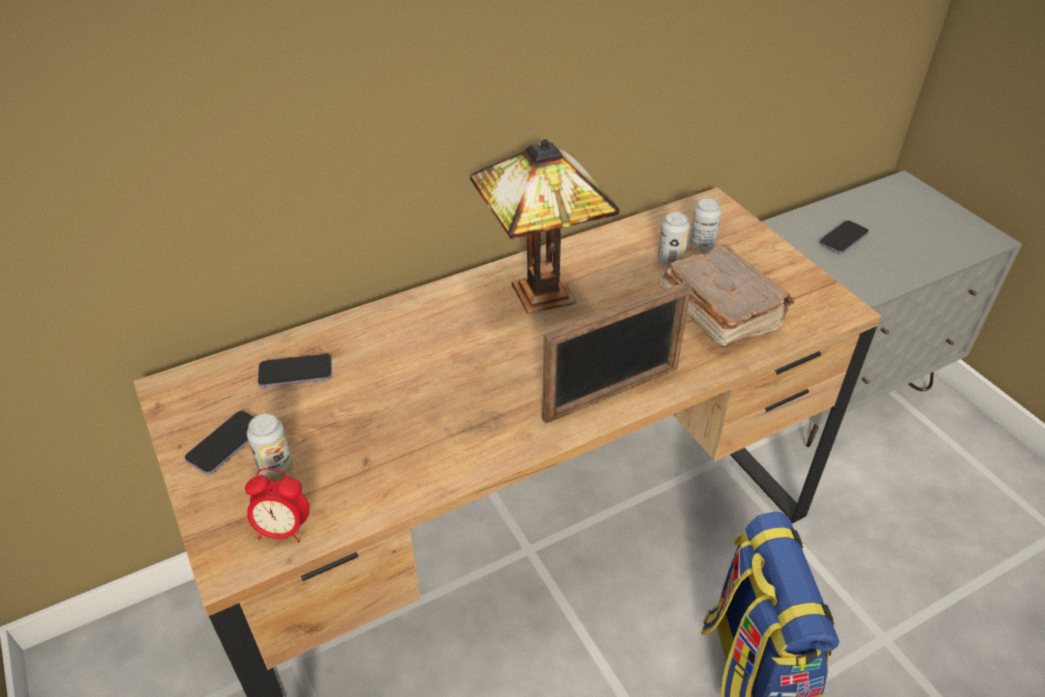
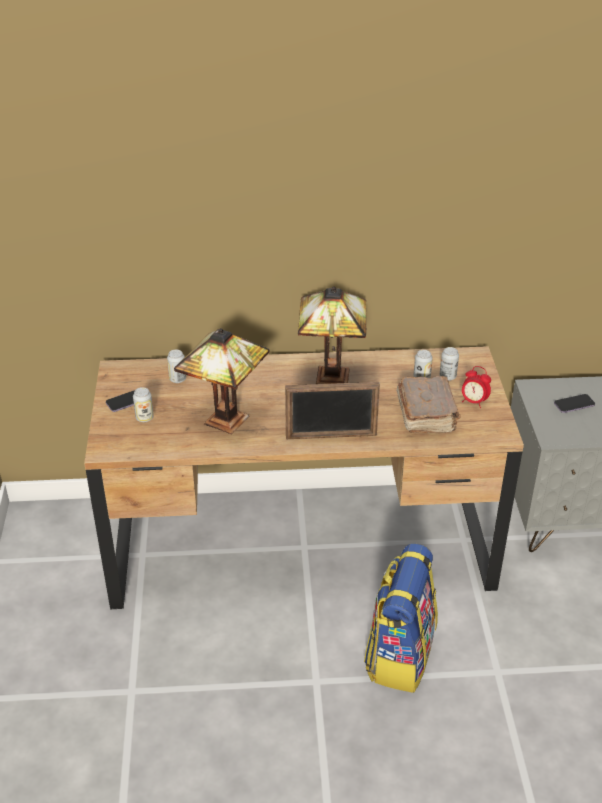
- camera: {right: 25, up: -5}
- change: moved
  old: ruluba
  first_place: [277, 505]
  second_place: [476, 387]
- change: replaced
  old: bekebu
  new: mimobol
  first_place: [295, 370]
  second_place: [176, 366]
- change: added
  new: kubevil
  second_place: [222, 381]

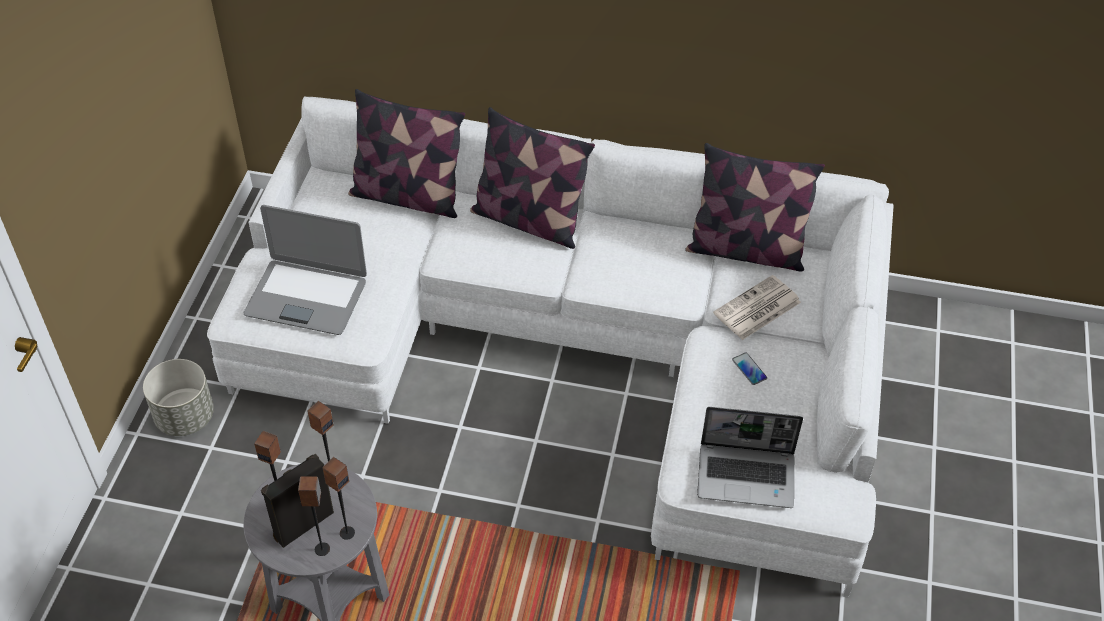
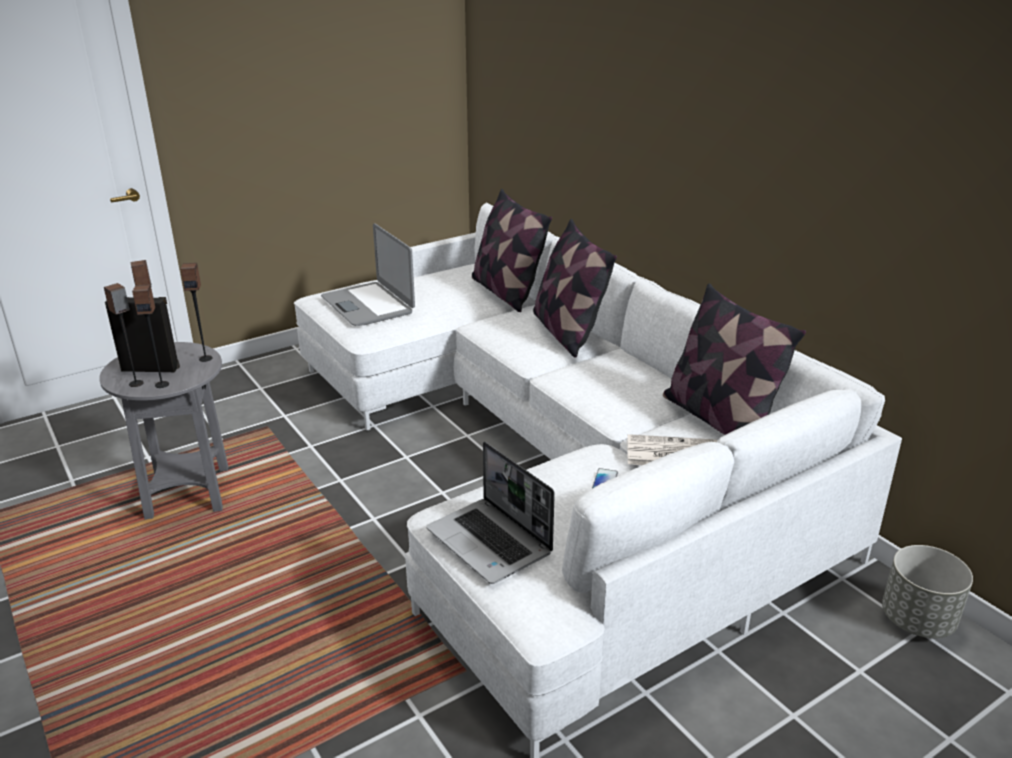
- camera: {right: 45, up: -20}
- change: moved
  old: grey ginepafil
  first_place: [178, 397]
  second_place: [927, 591]

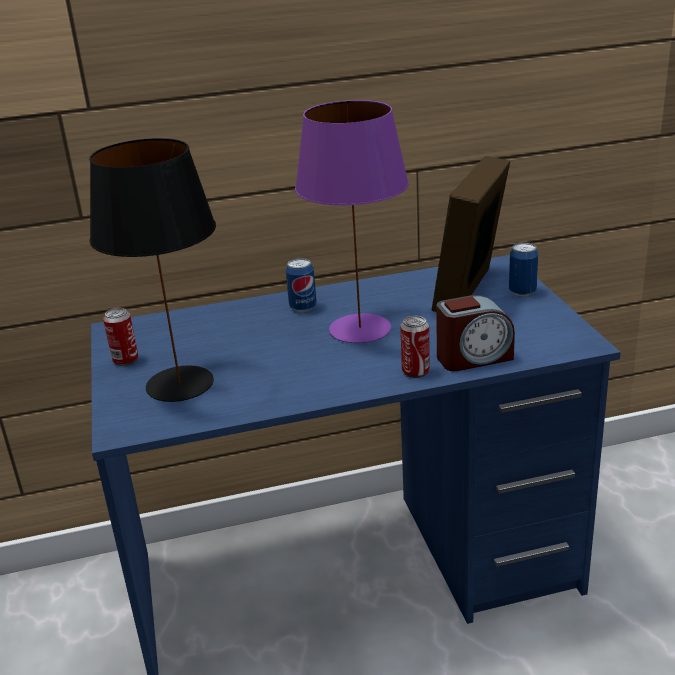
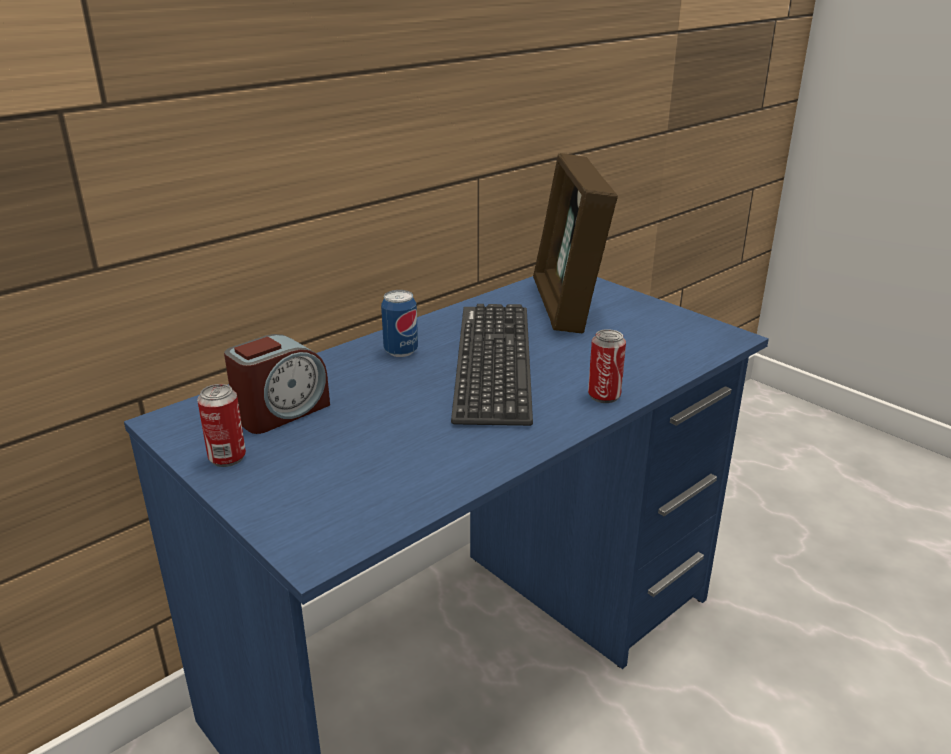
- camera: {right: -30, up: 0}
- change: removed
  old: black kubevil
  first_place: [152, 270]
- change: replaced
  old: purple kubevil
  new: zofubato
  first_place: [352, 221]
  second_place: [492, 365]
- change: moved
  old: ruluba
  first_place: [475, 333]
  second_place: [277, 384]
- change: removed
  old: mimobol
  first_place: [523, 269]

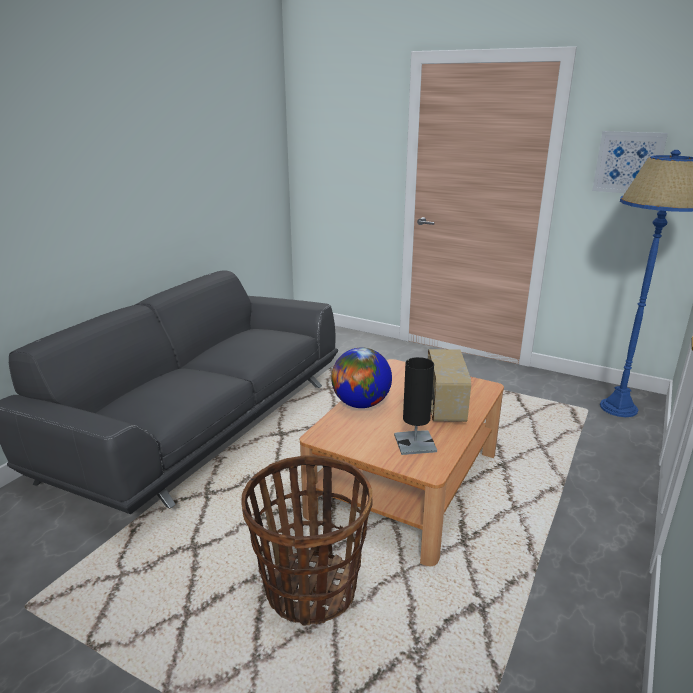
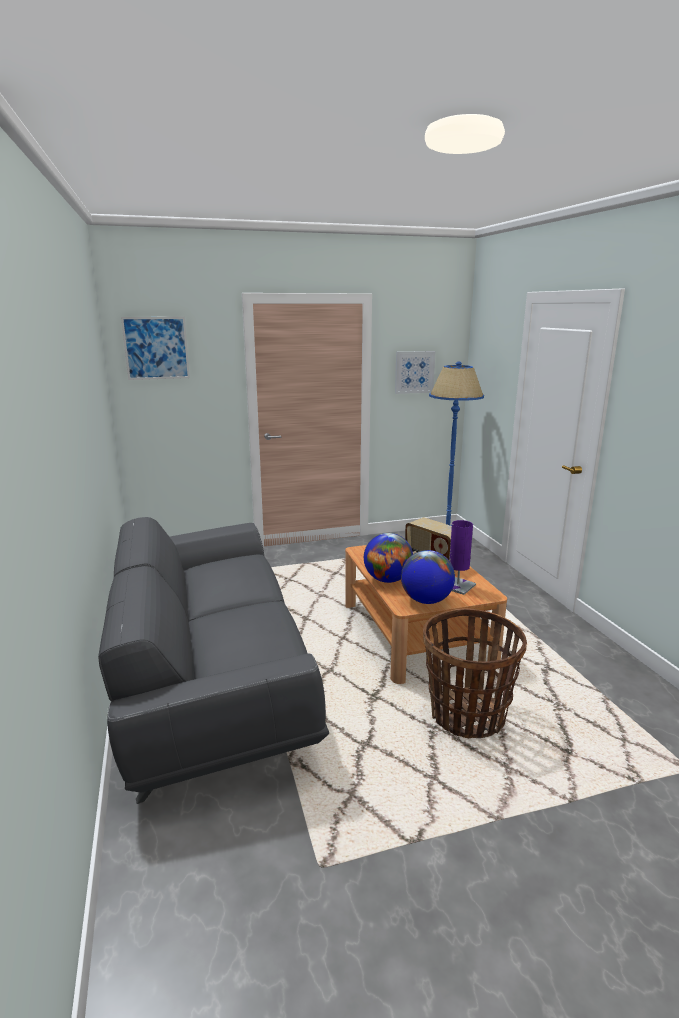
- camera: {right: -45, up: -5}
- change: recoloured
  old: black kubevil
  new: purple kubevil
  first_place: [415, 406]
  second_place: [462, 557]
- change: added
  new: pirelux
  second_place: [155, 348]
- change: added
  new: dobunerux
  second_place: [428, 577]

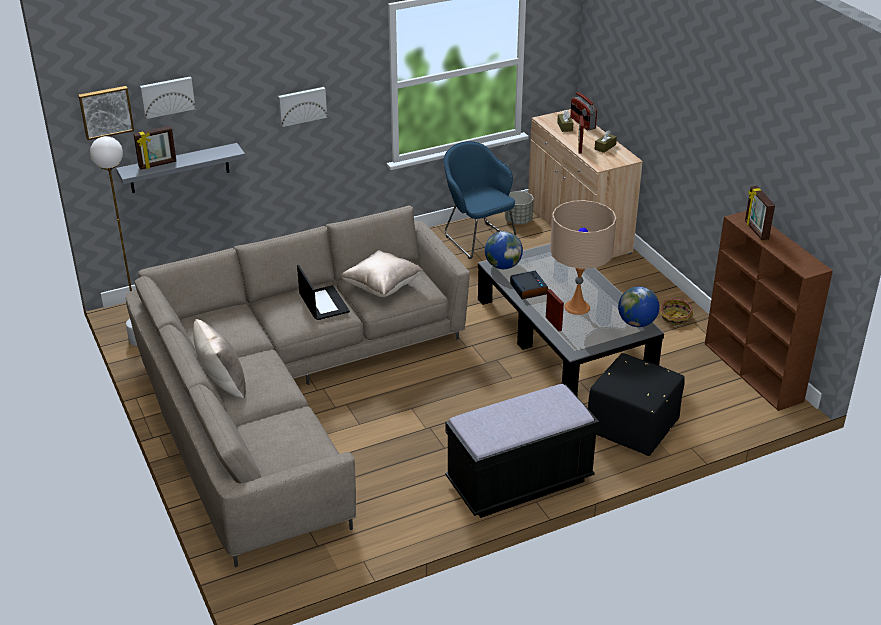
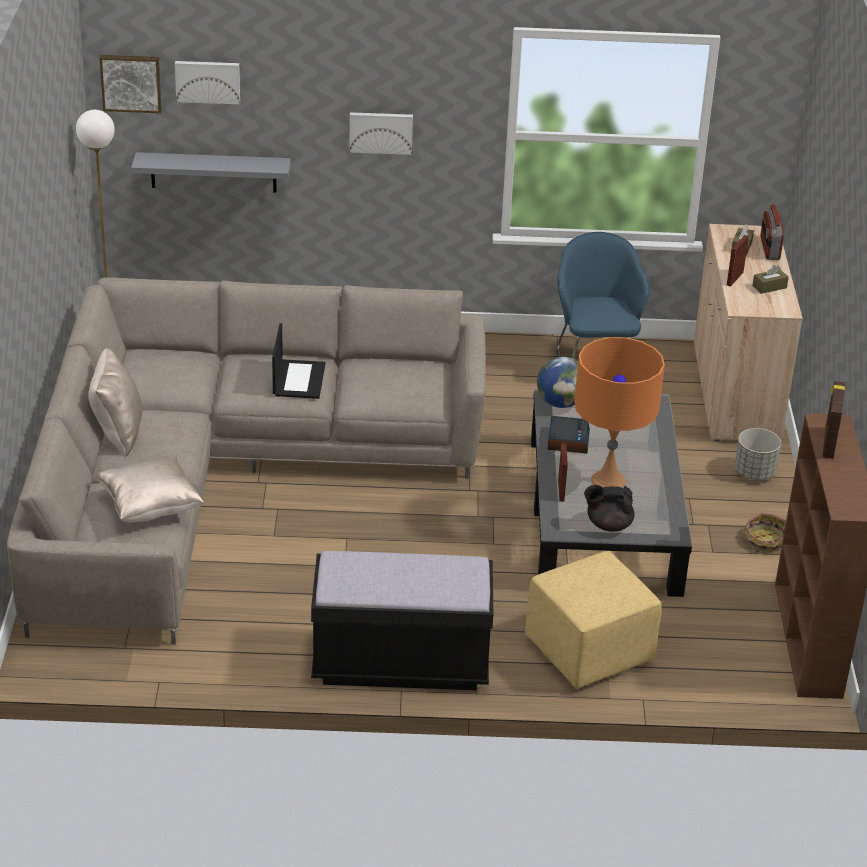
- camera: {right: 25, up: 0}
- change: removed
  old: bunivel
  first_place: [154, 147]
- change: moved
  old: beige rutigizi
  first_place: [382, 273]
  second_place: [150, 489]
- change: moved
  old: grey ginepafil
  first_place: [519, 207]
  second_place: [757, 454]
- change: recoloured
  old: beige kubevil
  new: orange kubevil
  first_place: [583, 257]
  second_place: [620, 412]
- change: recoloured
  old: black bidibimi
  new: yellow bidibimi
  first_place: [636, 404]
  second_place: [593, 619]
- change: removed
  old: dobunerux
  first_place: [639, 306]
- change: added
  new: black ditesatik
  second_place: [609, 508]

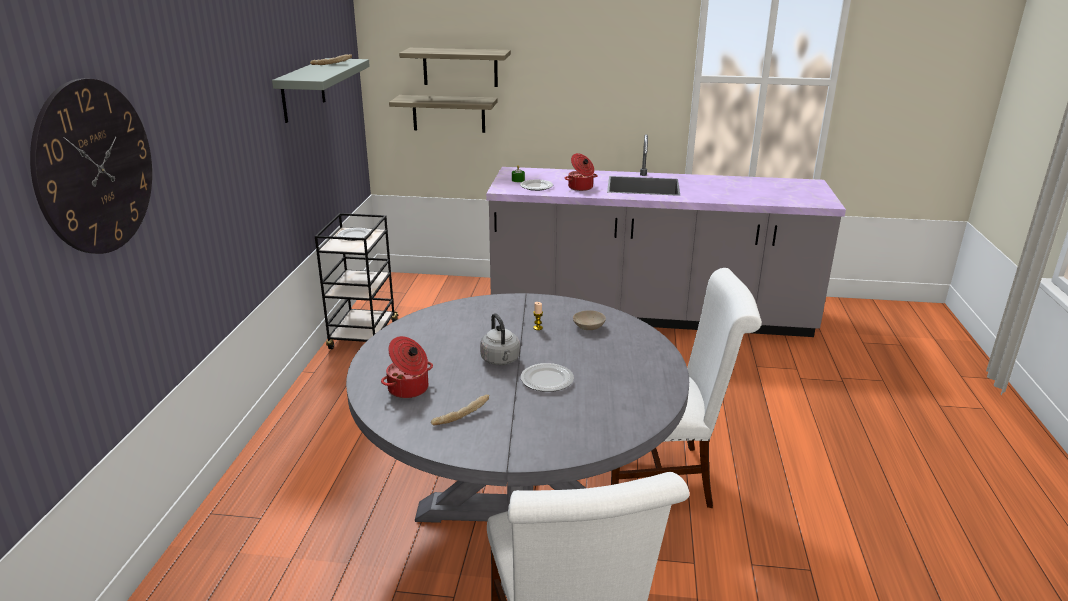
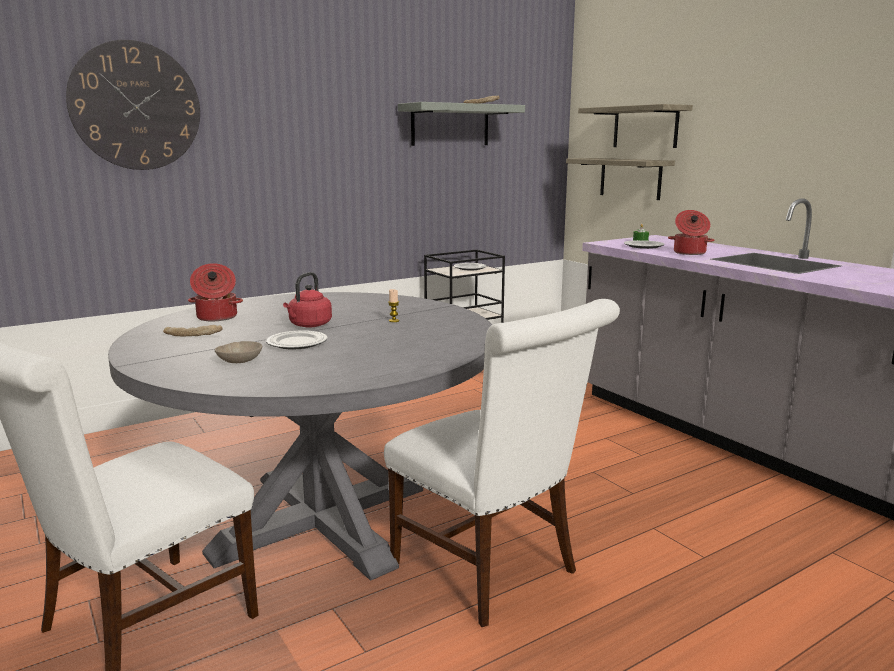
- camera: {right: 50, up: -10}
- change: recoloured
  old: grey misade
  new: red misade
  first_place: [500, 339]
  second_place: [307, 299]
- change: moved
  old: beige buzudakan
  first_place: [589, 320]
  second_place: [238, 352]

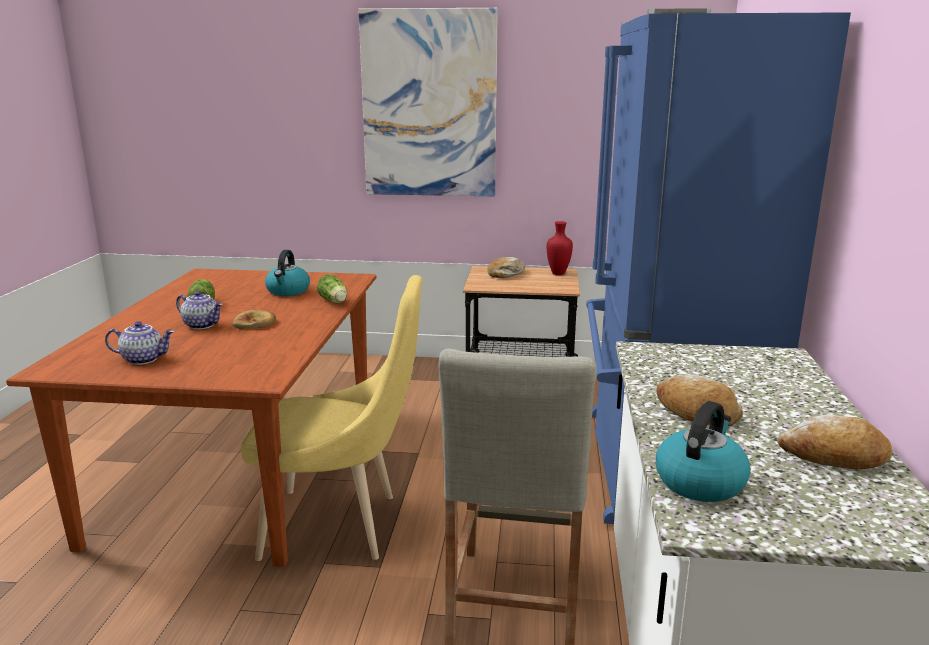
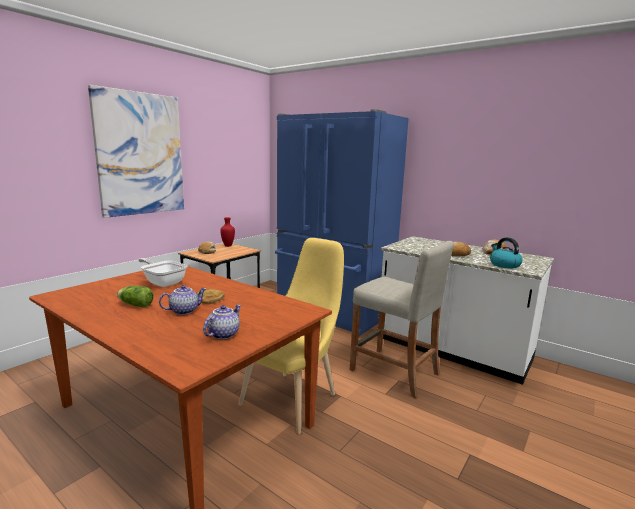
- camera: {right: -60, up: -5}
- change: replaced
  old: misade
  new: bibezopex
  first_place: [287, 273]
  second_place: [163, 272]
- change: removed
  old: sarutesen
  first_place: [332, 289]

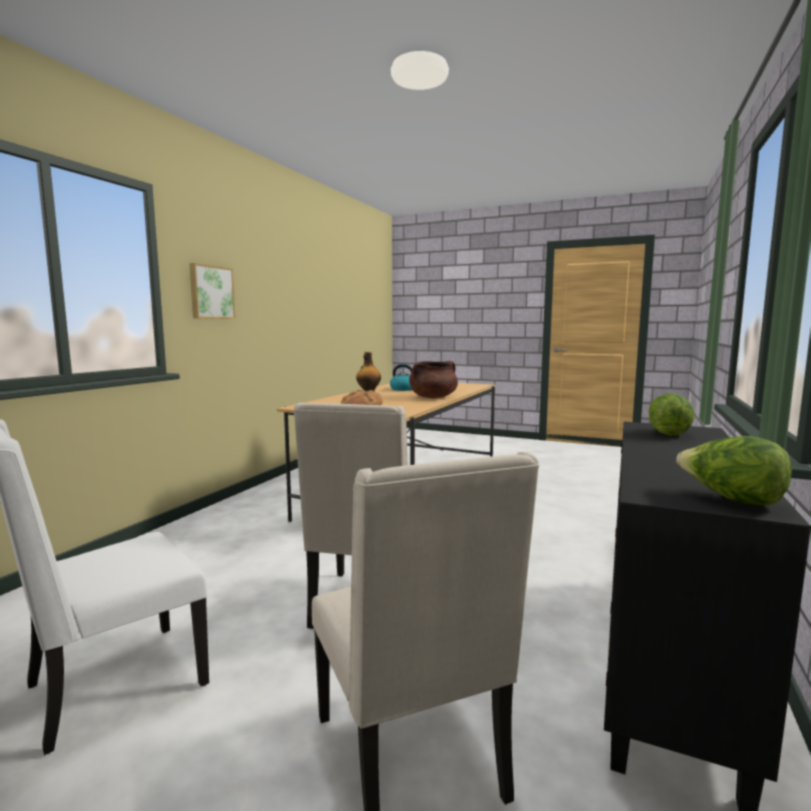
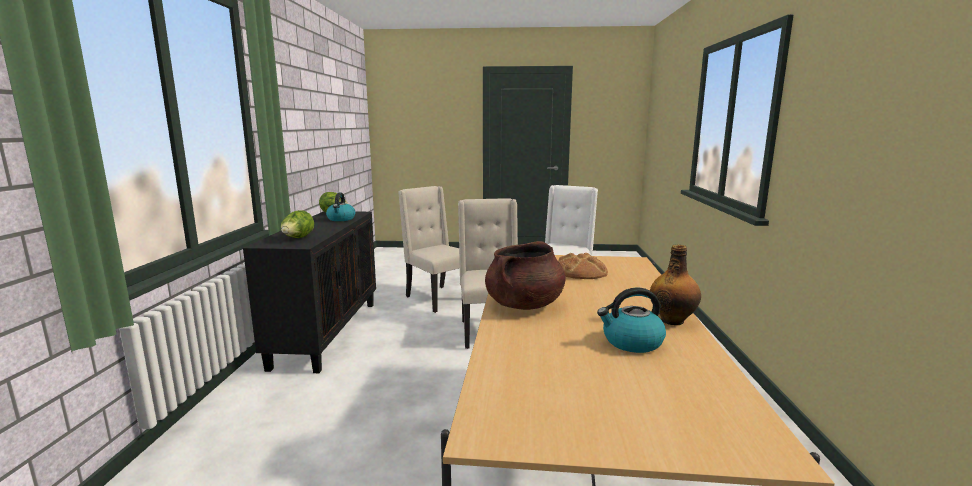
- camera: {right: 160, up: 5}
- change: removed
  old: pirelux
  first_place: [212, 291]
- change: added
  new: misade
  second_place: [340, 207]

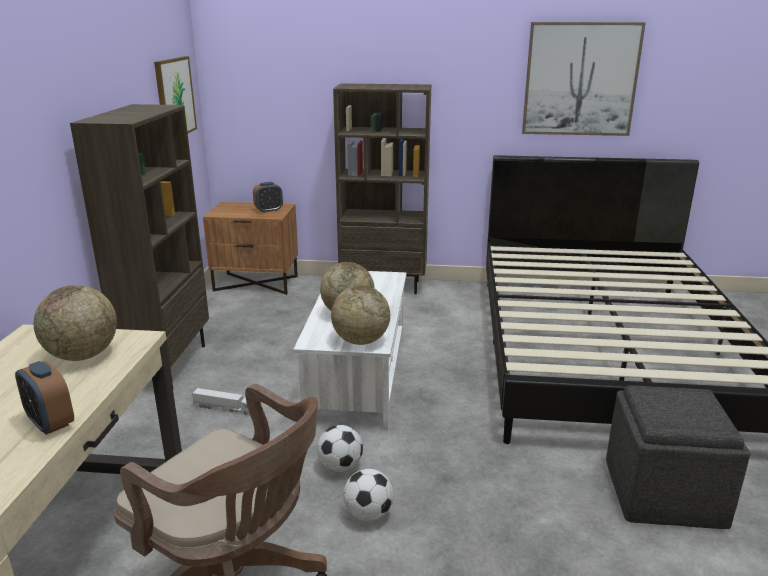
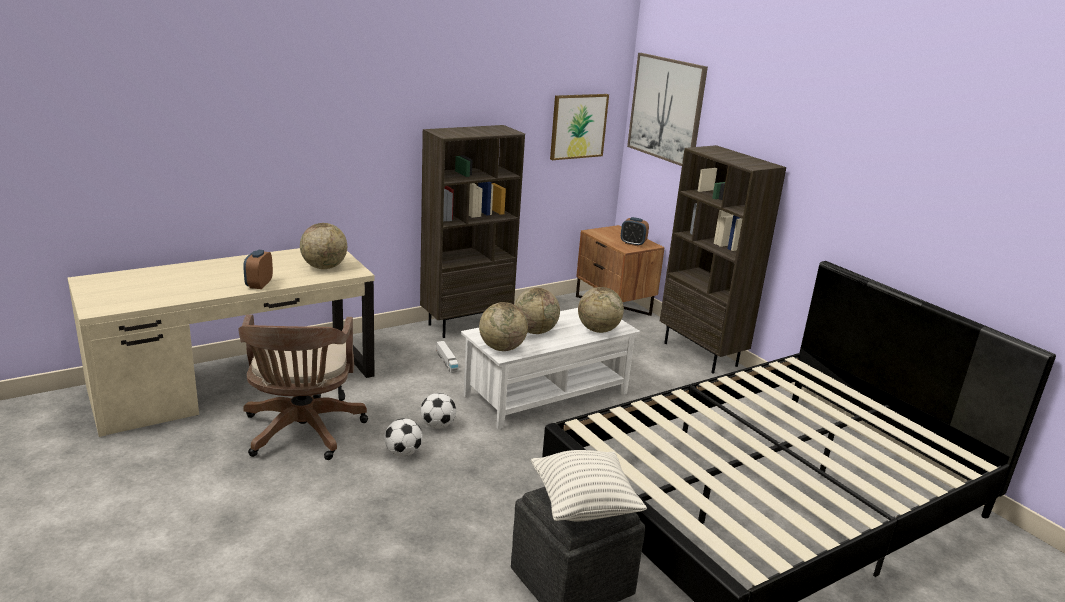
- camera: {right: 50, up: 0}
- change: moved
  old: pirelux
  first_place: [584, 79]
  second_place: [667, 109]
- change: added
  new: rutigizi
  second_place: [589, 485]
- change: added
  new: dobunerux
  second_place: [601, 310]

